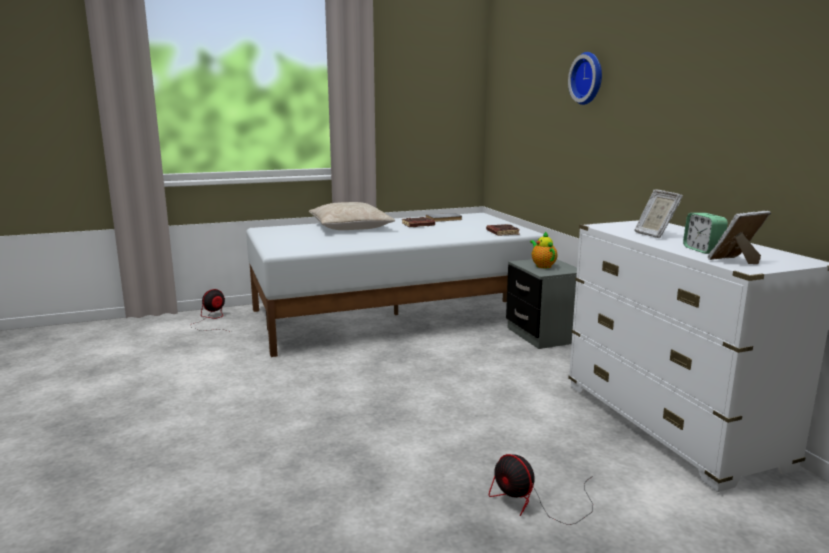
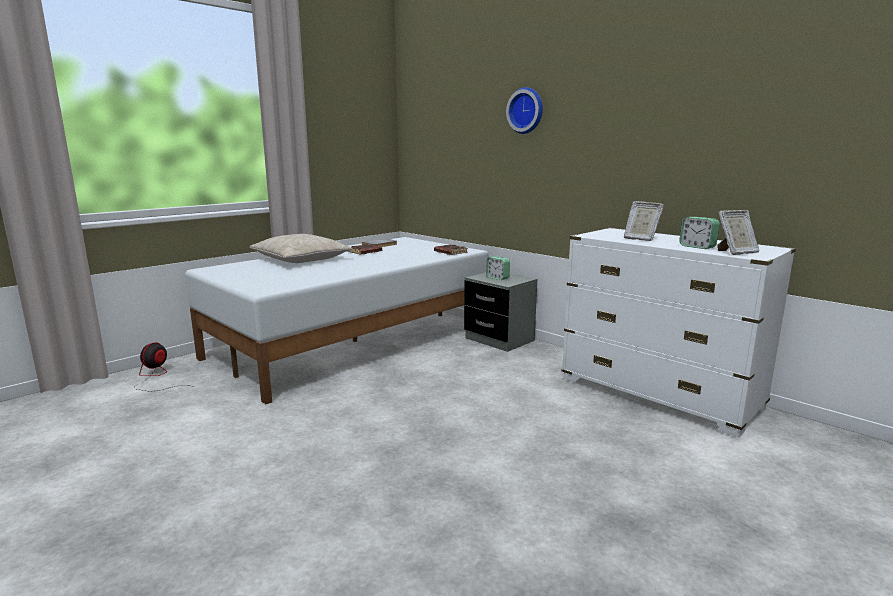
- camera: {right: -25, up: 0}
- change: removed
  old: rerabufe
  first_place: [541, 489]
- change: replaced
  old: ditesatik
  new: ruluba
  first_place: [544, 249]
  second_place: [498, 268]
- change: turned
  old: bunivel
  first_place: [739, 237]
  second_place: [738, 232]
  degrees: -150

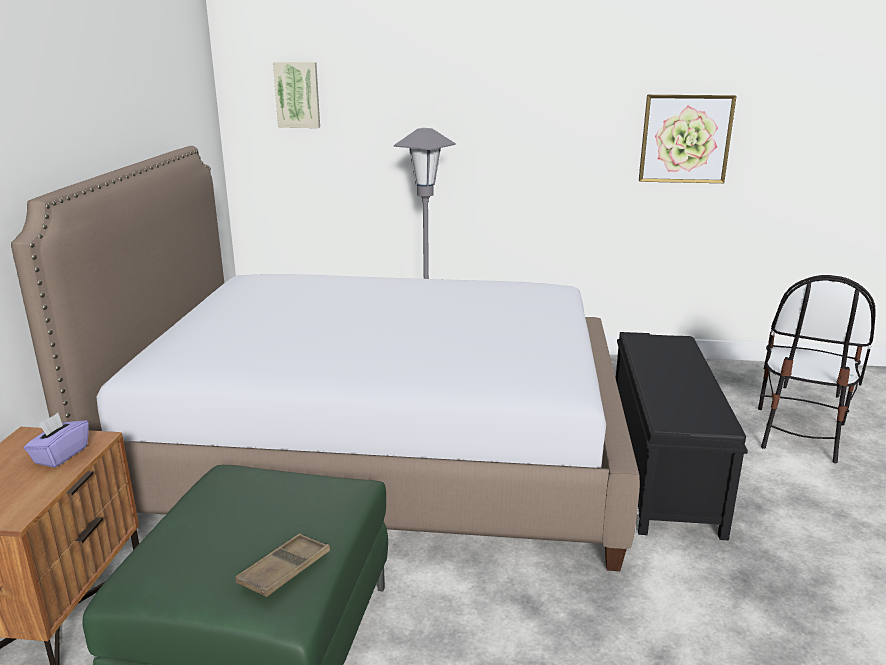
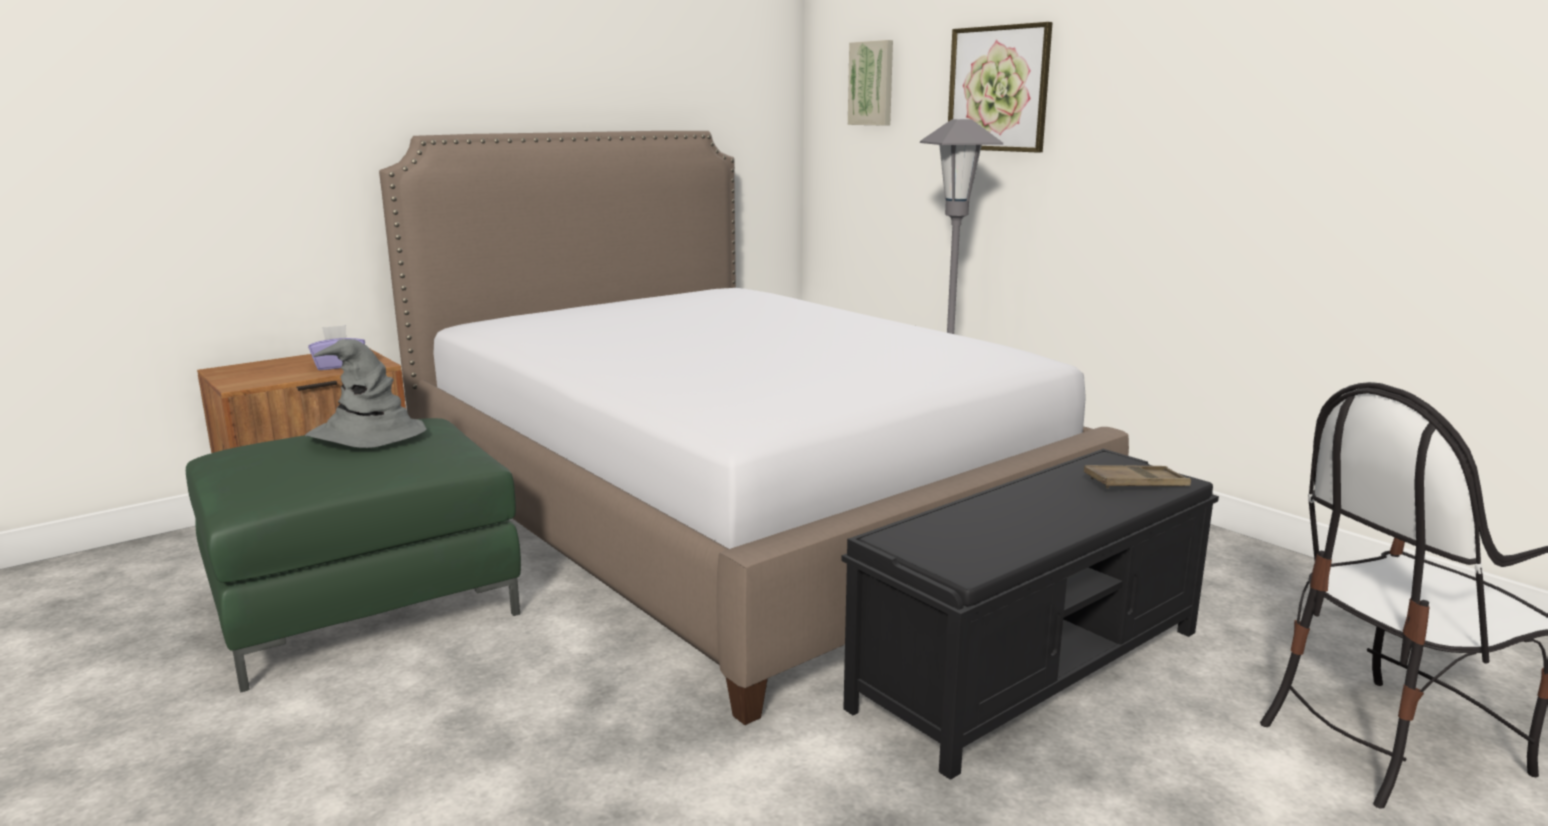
- camera: {right: 45, up: -5}
- change: moved
  old: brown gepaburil
  first_place: [282, 565]
  second_place: [1137, 477]
- change: moved
  old: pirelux
  first_place: [687, 139]
  second_place: [1000, 87]
- change: added
  new: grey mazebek
  second_place: [366, 393]

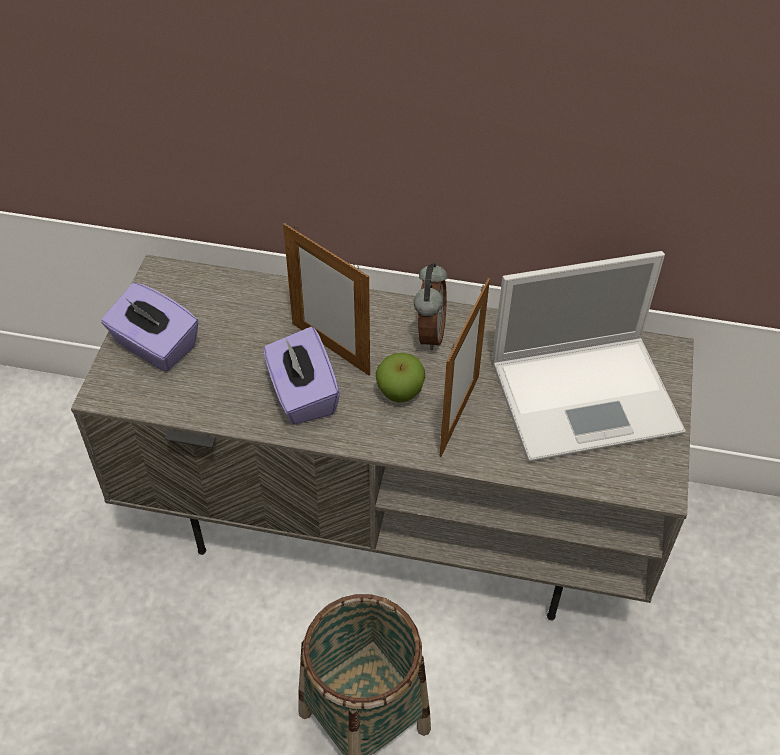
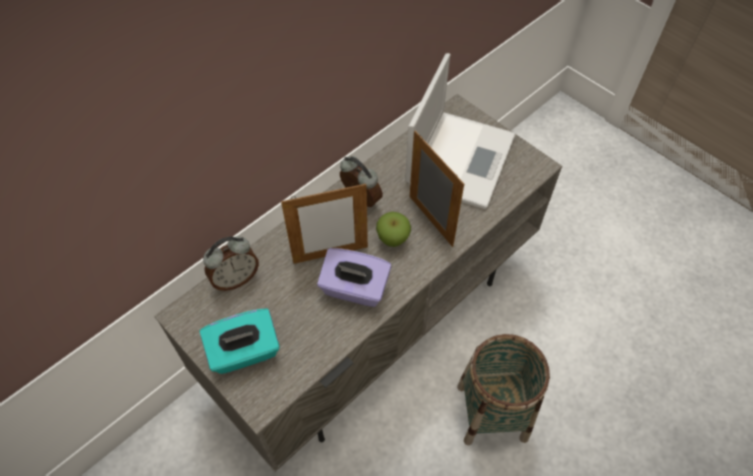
- camera: {right: -55, up: 5}
- change: recoloured
  old: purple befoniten
  new: turquoise befoniten
  first_place: [150, 327]
  second_place: [239, 341]
- change: added
  new: ruluba
  second_place: [231, 263]

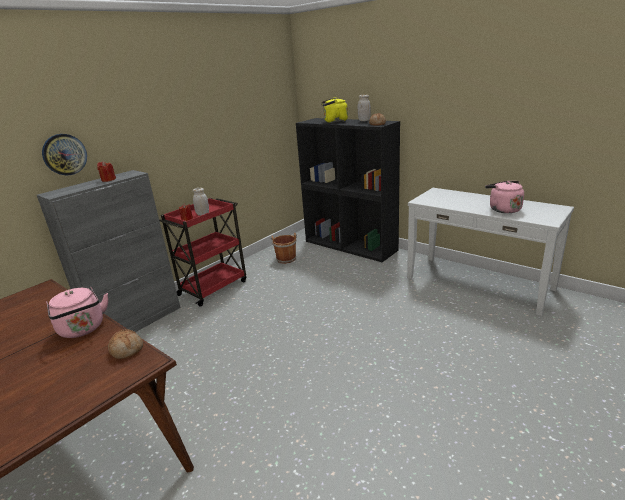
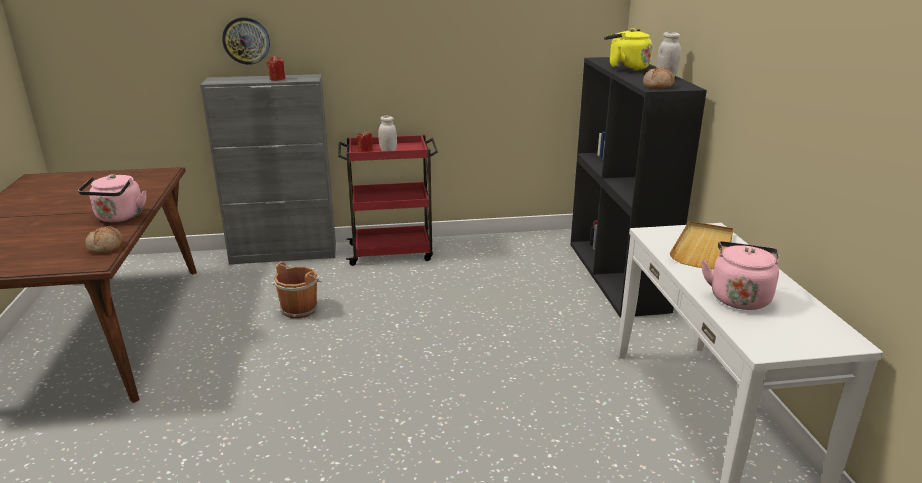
- camera: {right: 40, up: 0}
- change: moved
  old: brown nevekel
  first_place: [284, 248]
  second_place: [297, 290]
- change: added
  new: beige gepaburil
  second_place: [701, 245]

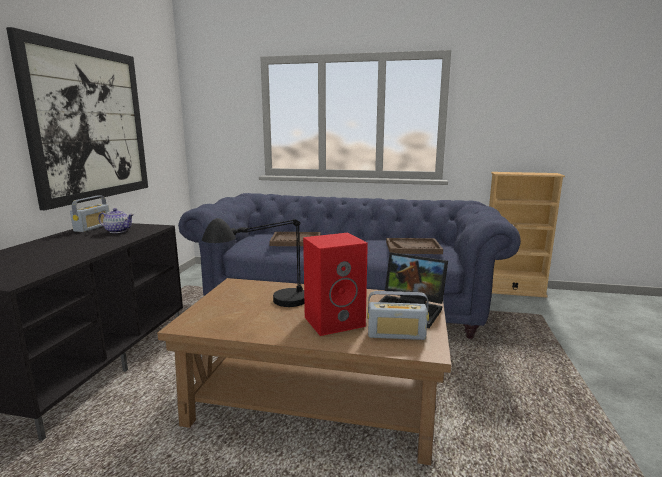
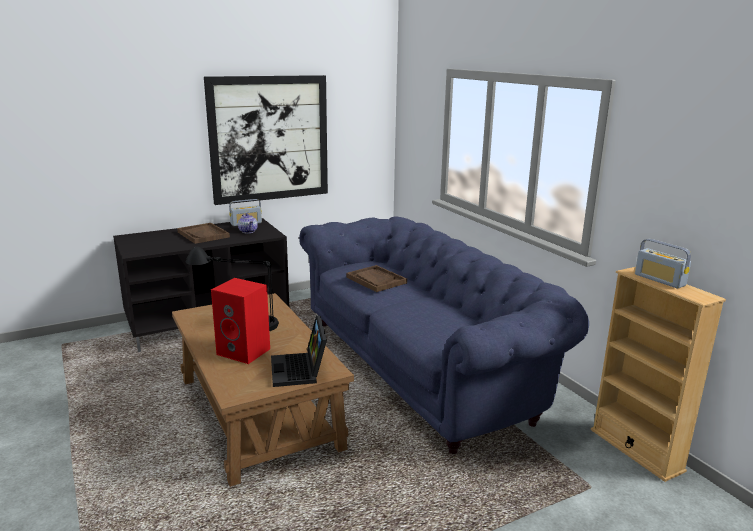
- camera: {right: 50, up: 5}
- change: moved
  old: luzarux
  first_place: [398, 315]
  second_place: [663, 264]
- change: moved
  old: brown gepaburil
  first_place: [414, 246]
  second_place: [203, 233]

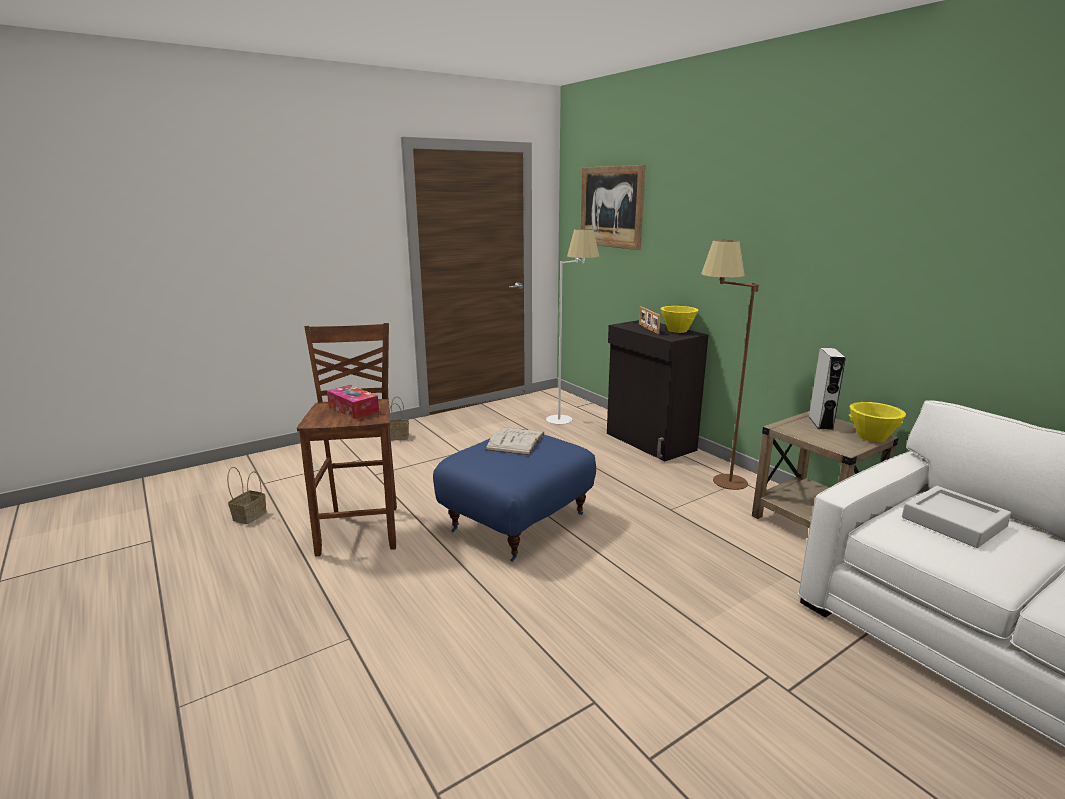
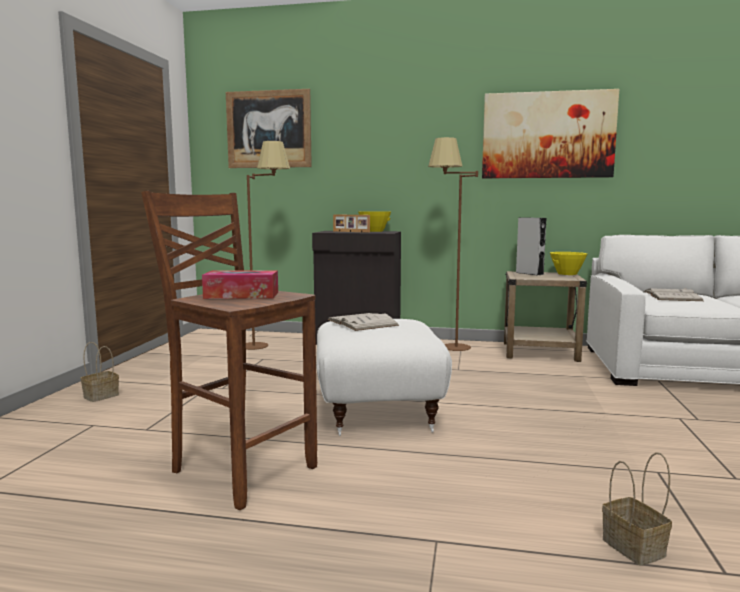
- camera: {right: -45, up: -10}
- change: moved
  old: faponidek
  first_place: [247, 495]
  second_place: [637, 509]
- change: recoloured
  old: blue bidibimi
  new: white bidibimi
  first_place: [514, 495]
  second_place: [384, 377]
- change: recoloured
  old: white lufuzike
  new: brown lufuzike
  first_place: [572, 327]
  second_place: [268, 245]
- change: replaced
  old: grey gepaburil
  new: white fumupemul
  first_place: [956, 517]
  second_place: [673, 294]
- change: added
  new: pirelux
  second_place: [550, 133]

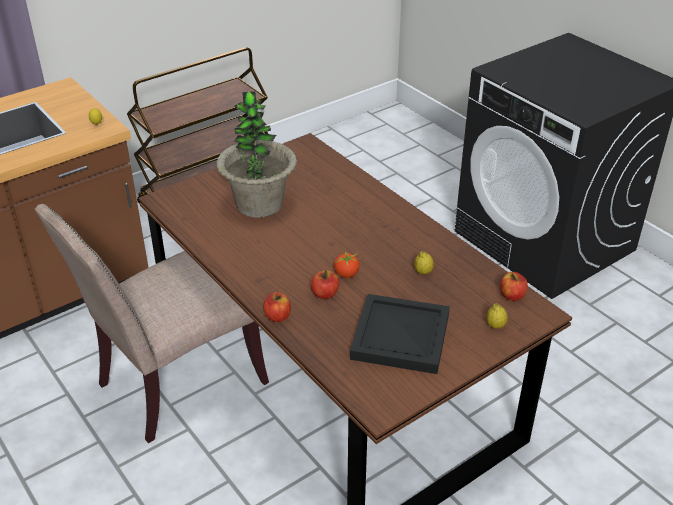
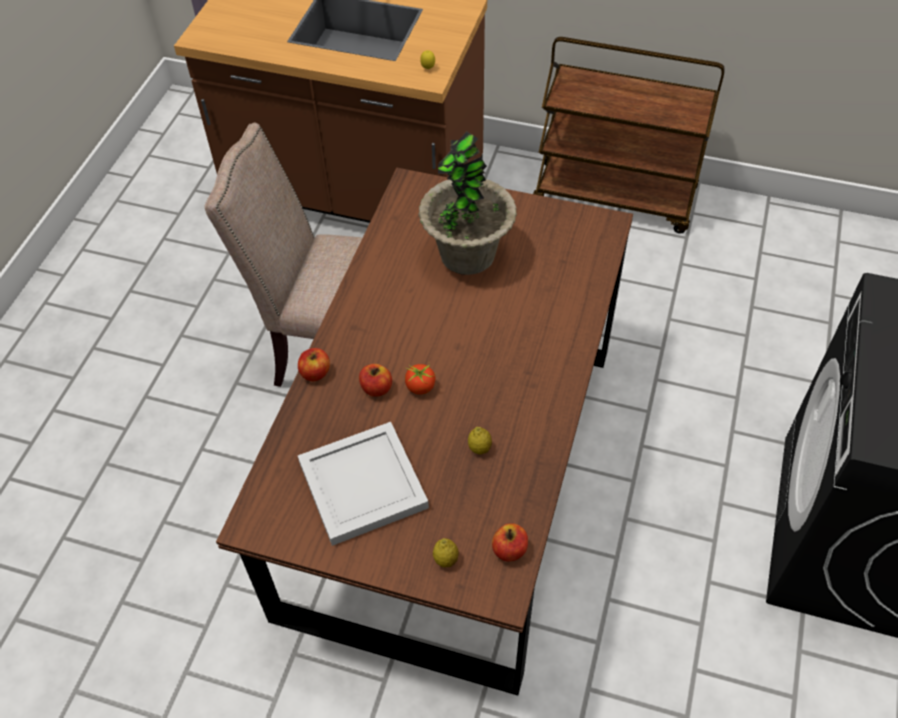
- camera: {right: 55, up: 15}
- change: recoloured
  old: black gepaburil
  new: white gepaburil
  first_place: [400, 334]
  second_place: [363, 484]

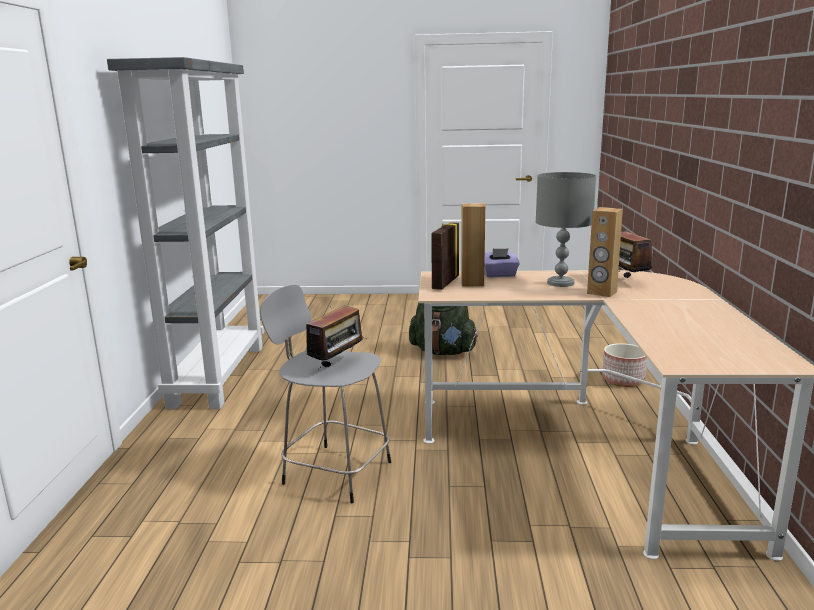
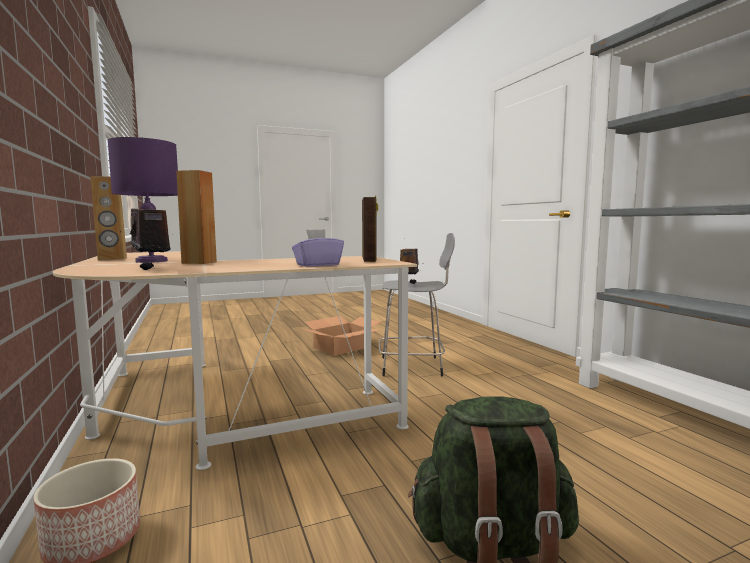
- camera: {right: 155, up: -10}
- change: moved
  old: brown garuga
  first_place: [473, 244]
  second_place: [108, 218]
- change: removed
  old: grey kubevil
  first_place: [566, 229]
- change: added
  new: purple kubevil
  second_place: [143, 200]
- change: added
  new: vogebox
  second_place: [341, 336]

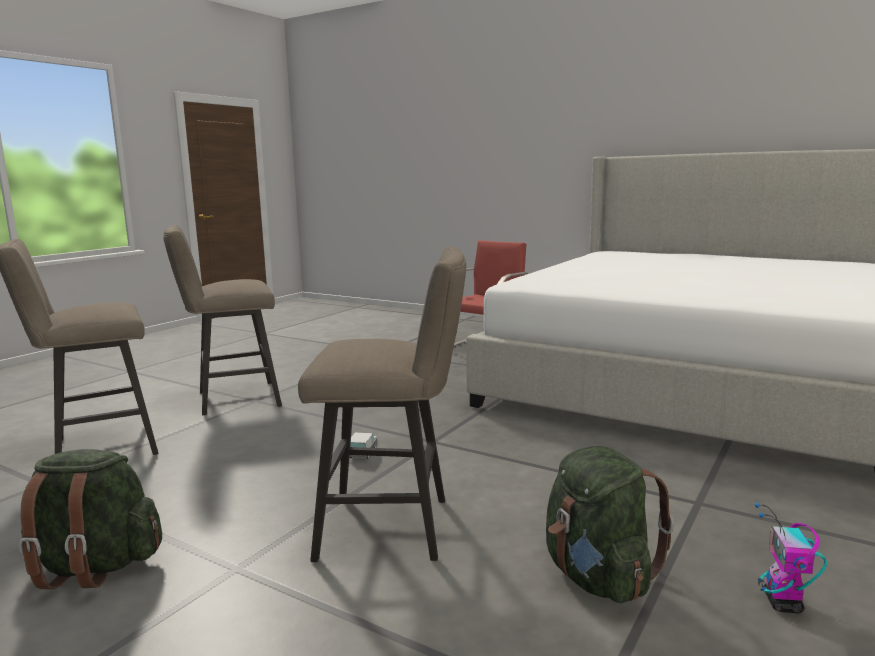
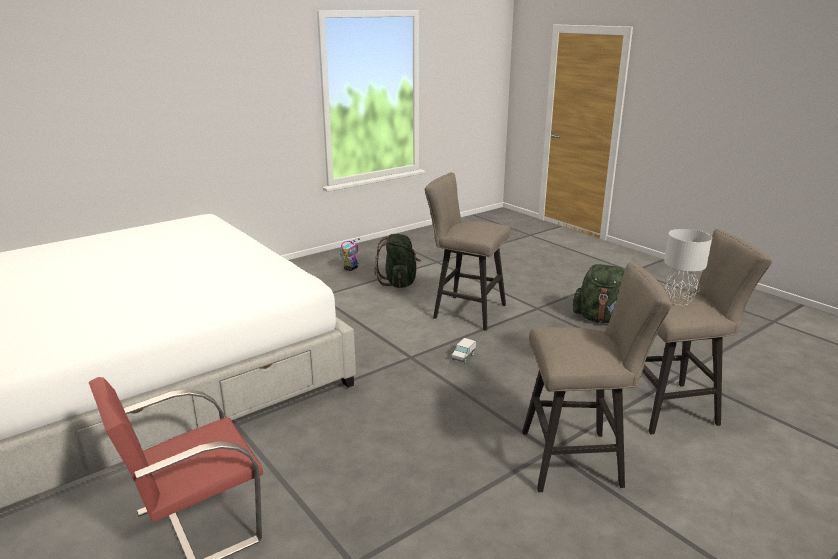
- camera: {right: -160, up: 10}
- change: added
  new: grey kubevil
  second_place: [688, 267]

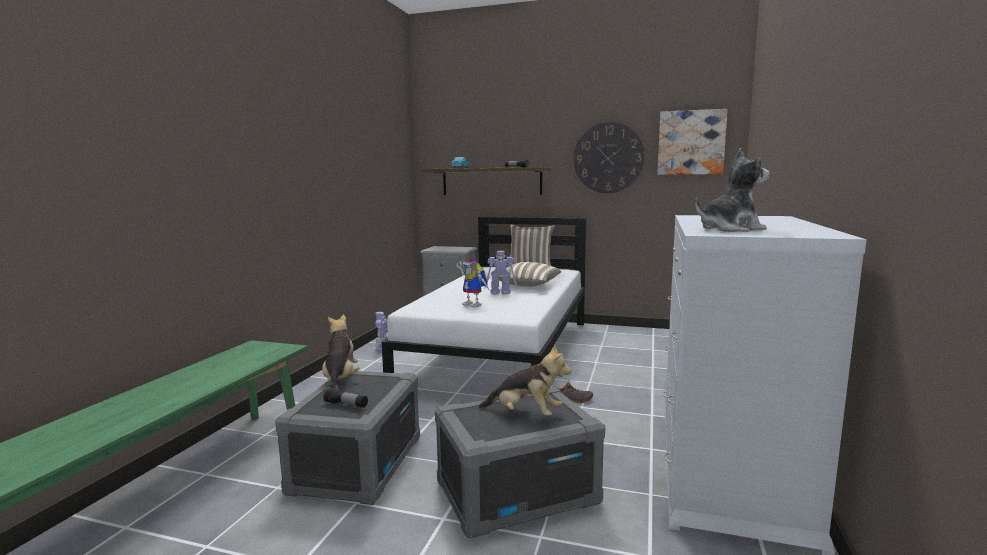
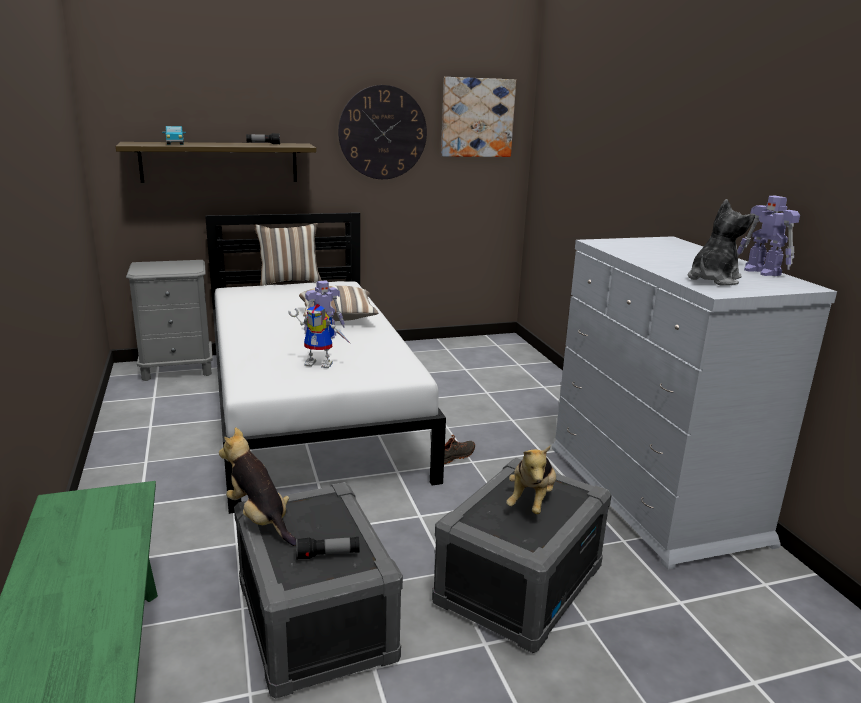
- camera: {right: -35, up: 10}
- change: moved
  old: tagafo
  first_place: [381, 332]
  second_place: [768, 235]
- change: turned
  old: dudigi
  first_place: [525, 380]
  second_place: [531, 480]
  degrees: 120

